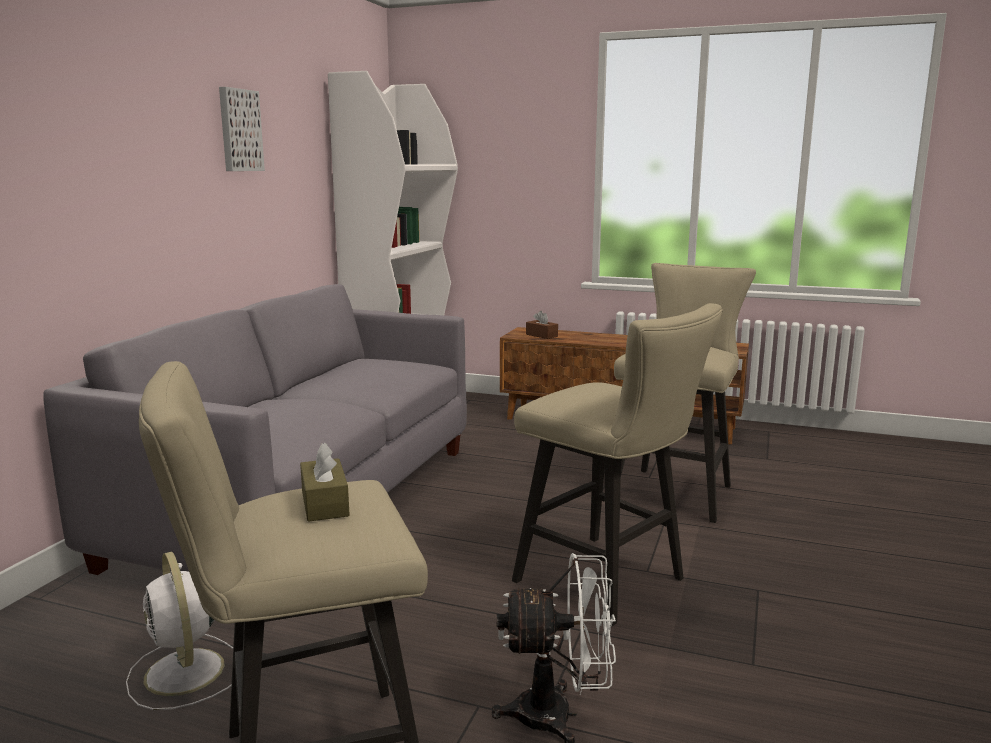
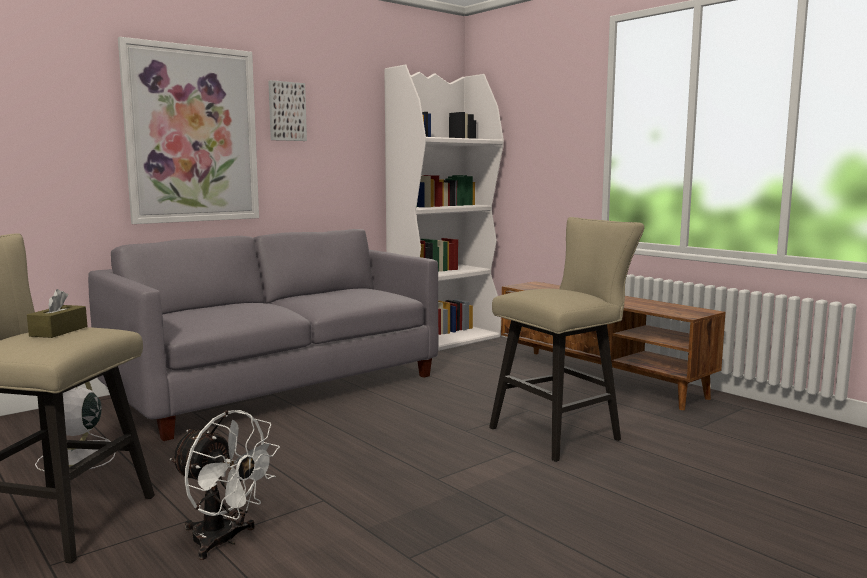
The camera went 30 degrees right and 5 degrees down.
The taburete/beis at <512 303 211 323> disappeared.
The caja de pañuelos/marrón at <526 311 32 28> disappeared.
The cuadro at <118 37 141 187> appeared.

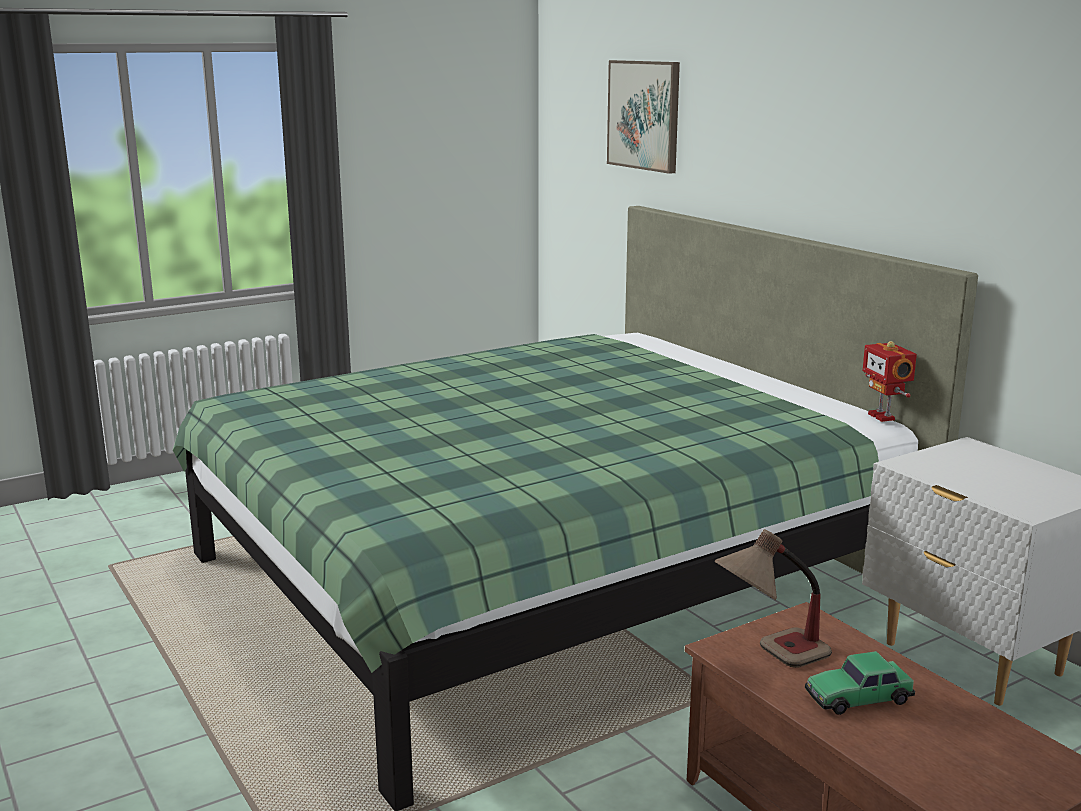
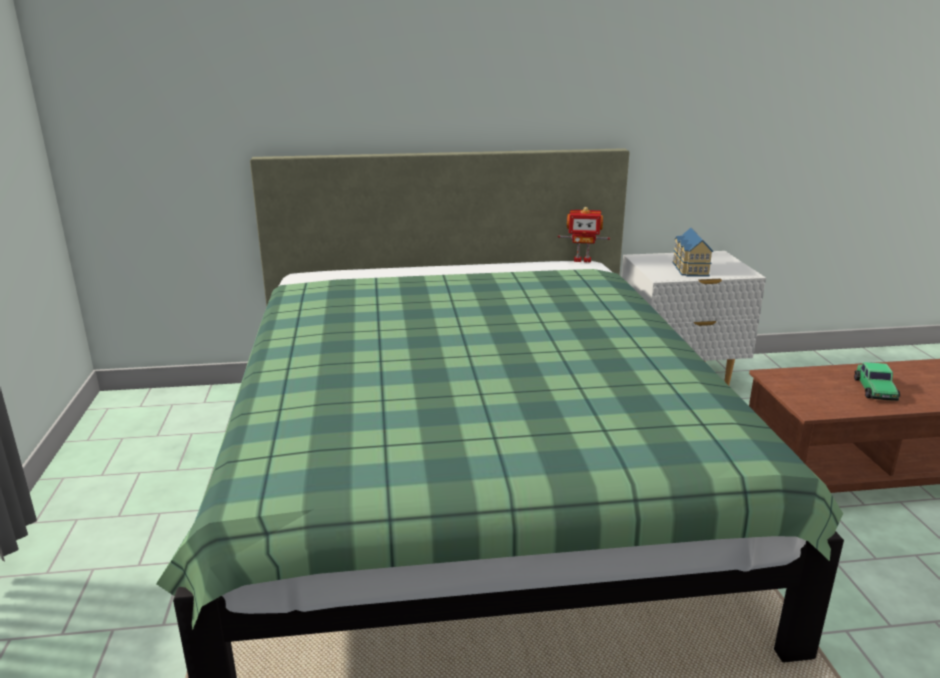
The camera went 65 degrees left and 5 degrees up.
The cuadro at <607 60 73 114> disappeared.
The lámpara de mesa at <714 529 118 139> disappeared.
The casita at <672 228 41 49> appeared.

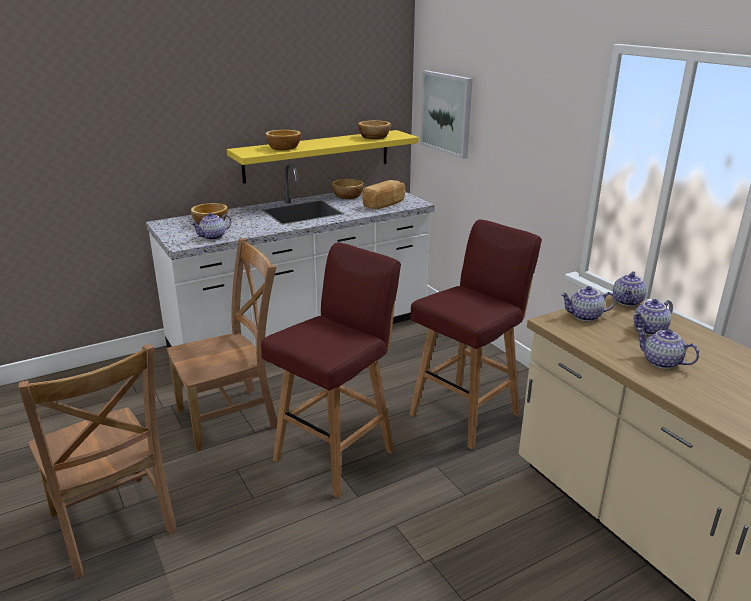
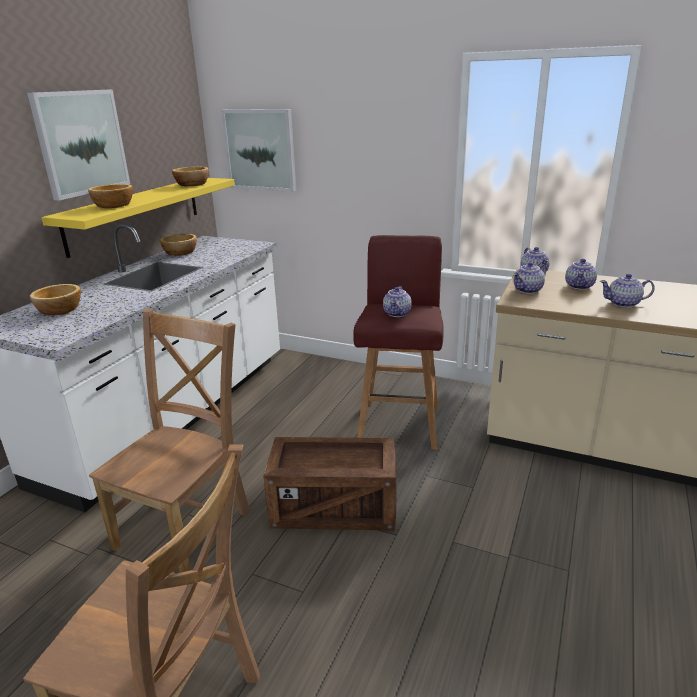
The camera went 35 degrees left and 0 degrees up.
The pan at <362 180 43 29> disappeared.
The tetera moved from <191 213 40 27> to <383 286 29 31>.
The taburete/rojo at <261 242 140 256> was replaced by the caja de embalaje at <264 437 133 94>.
The cuadro at <27 89 103 112> appeared.

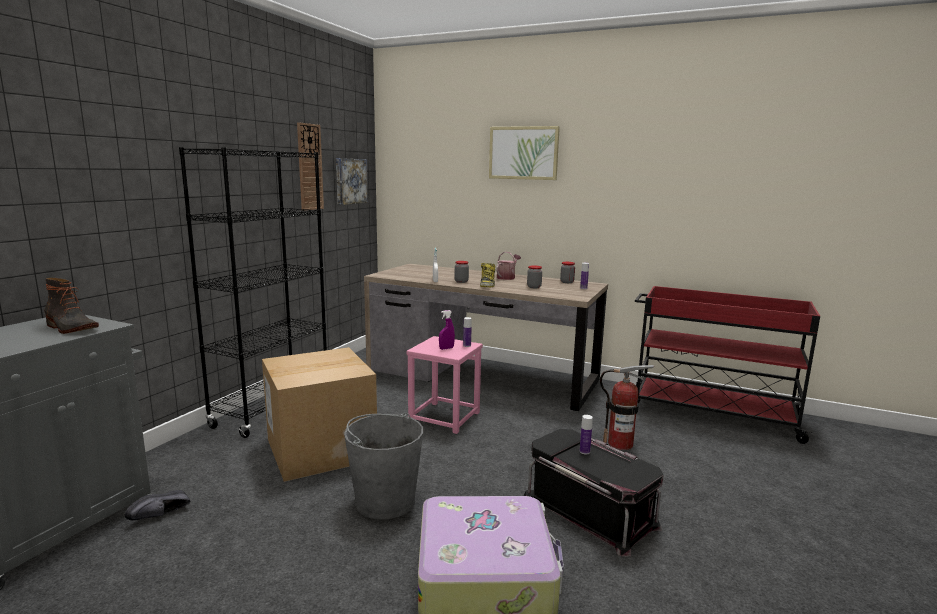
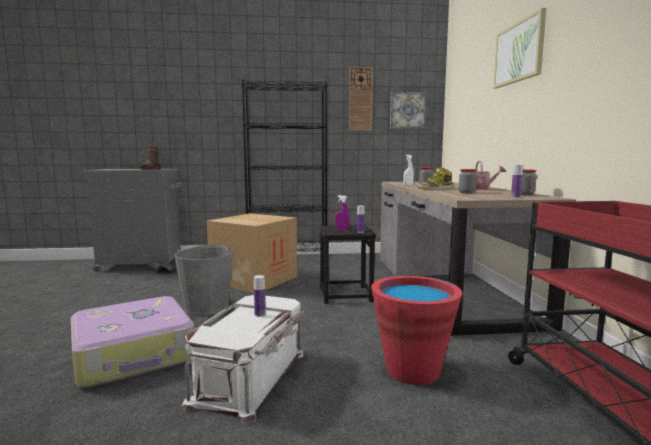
The camera went 60 degrees right and 5 degrees down.
The taburete/rosa at <406 336 77 98> became the taburete/negro at <319 225 57 79>.
The extintor at <600 365 54 85> was replaced by the cubo/rojo at <371 276 91 109>.
The caja de almacenaje/negro at <524 429 140 128> became the caja de almacenaje/blanco at <182 295 123 129>.

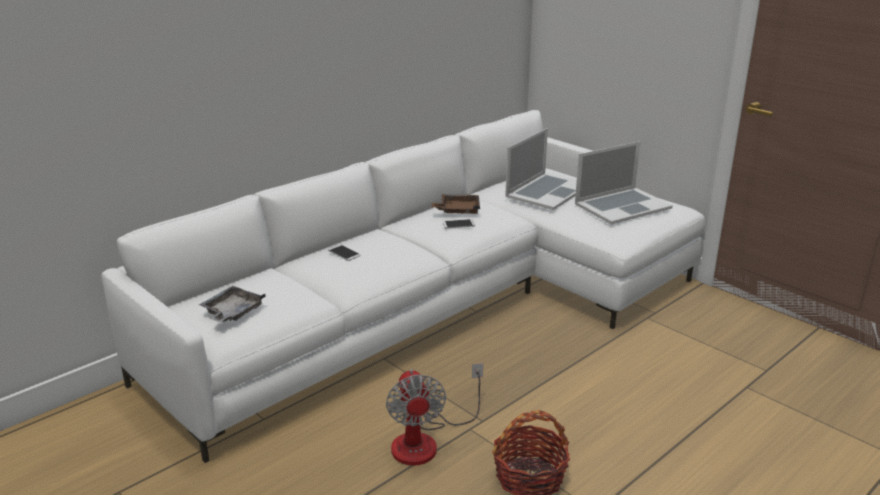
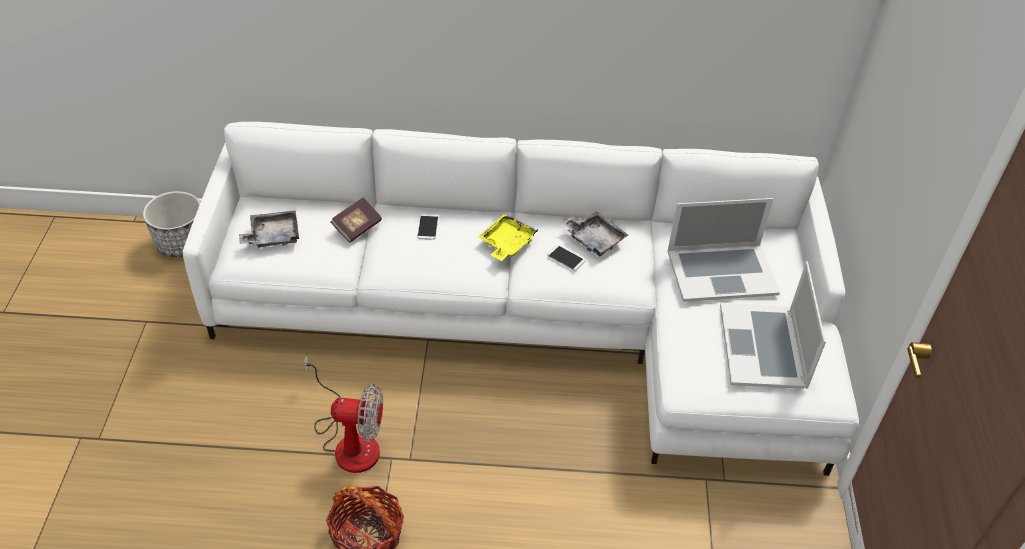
The camera went 45 degrees right and 20 degrees up.
The portátil at <575 141 98 83> turned 75 degrees clockwise.
The bandeja/marrón at <432 194 48 20> became the bandeja/gris at <561 211 67 46>.
The ventilador at <386 363 97 103> turned 120 degrees counterclockwise.
The maceta at <143 191 57 66> appeared.
The libro at <330 197 52 46> appeared.
The bandeja/amarillo at <478 213 60 48> appeared.

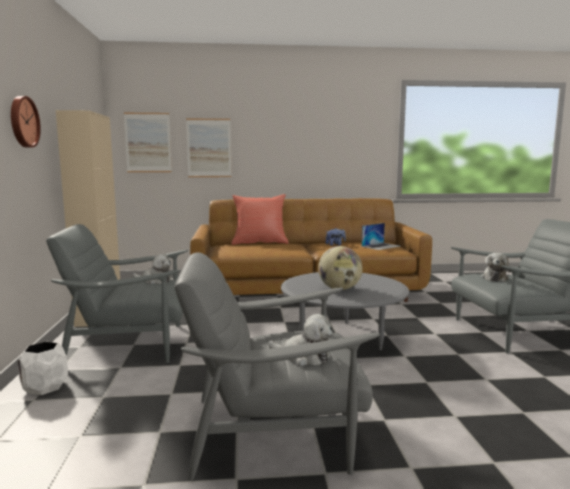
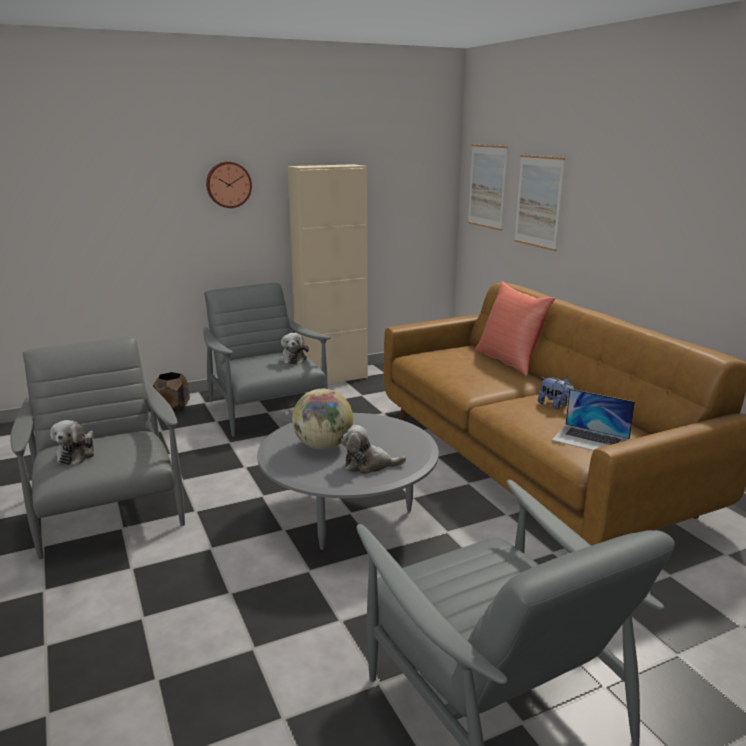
The camera went 70 degrees right and 10 degrees up.
The peluche moved from <481 253 30 29> to <341 425 65 49>.
The maceta/blanco at <18 341 50 54> became the maceta/marrón at <153 372 37 40>.

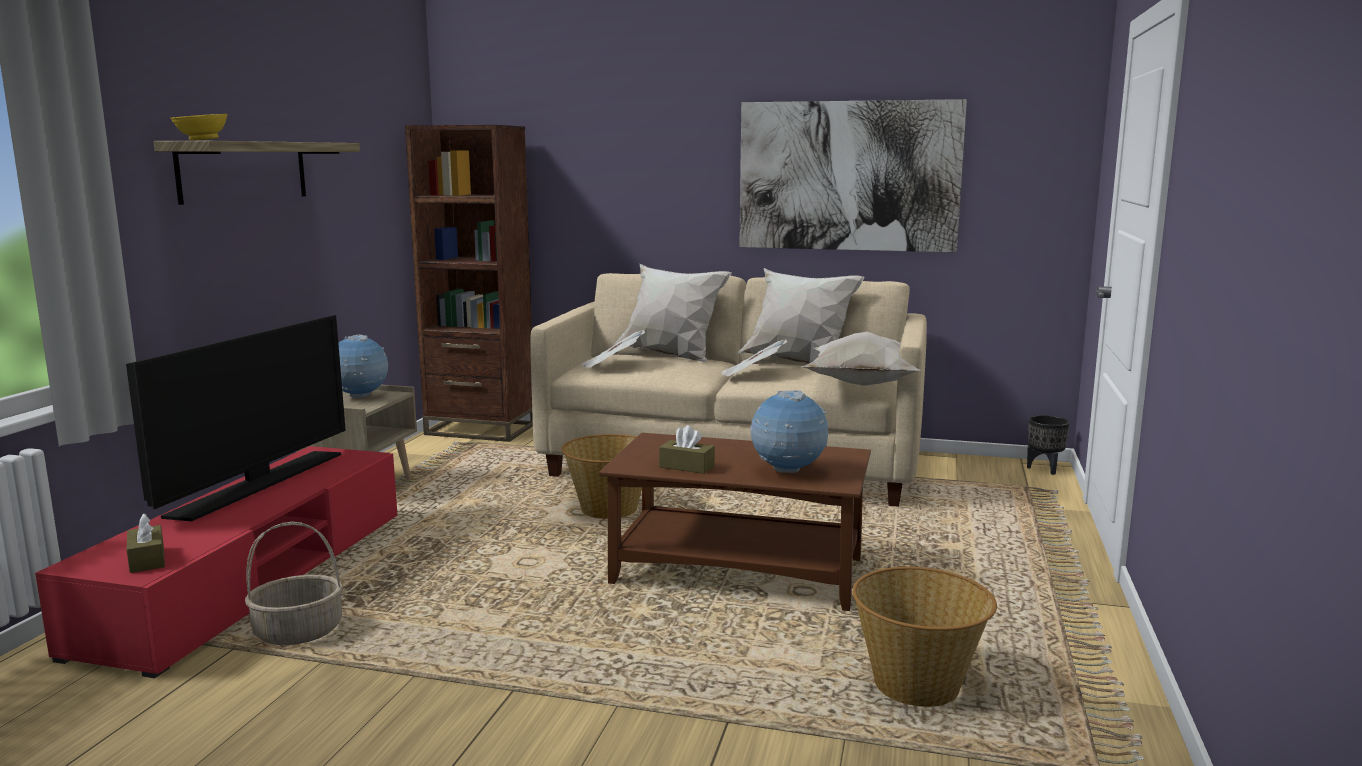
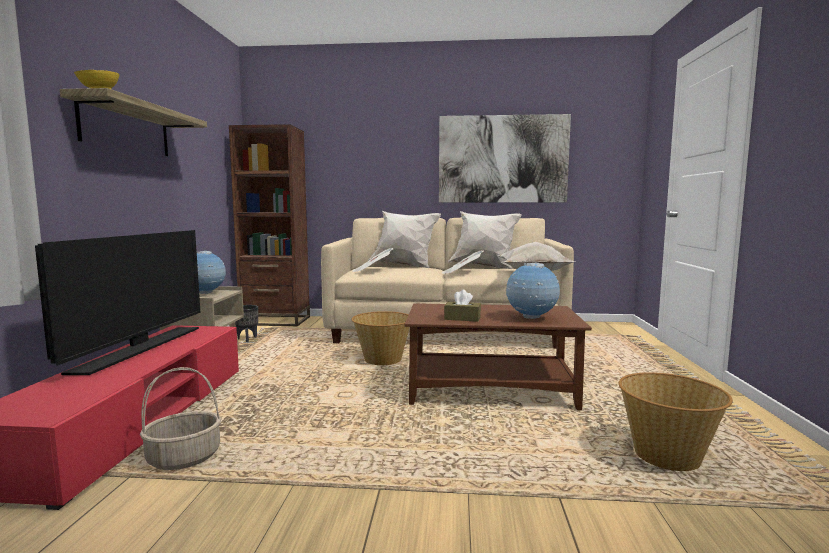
The camera went 10 degrees left and 5 degrees down.
The maceta/negro moved from <1027 415 43 60> to <235 305 23 37>.
The caja de pañuelos/marrón at <127 513 38 60> disappeared.

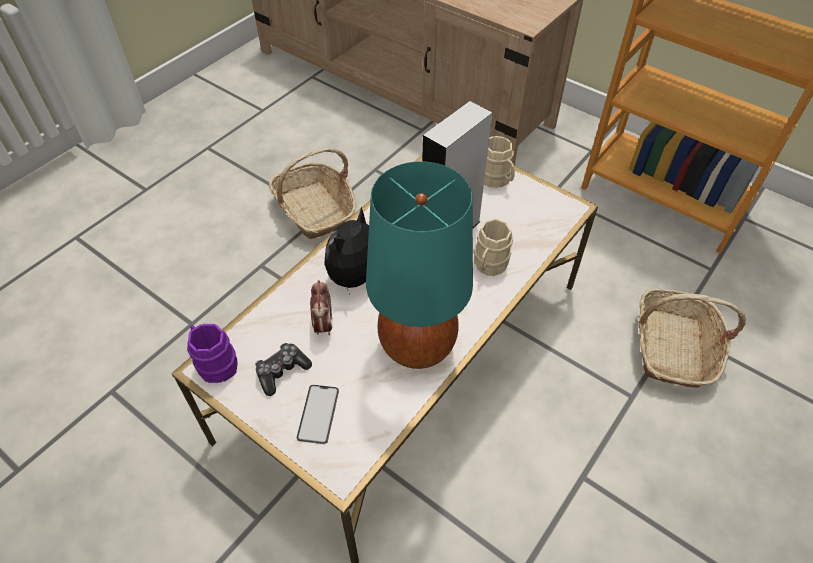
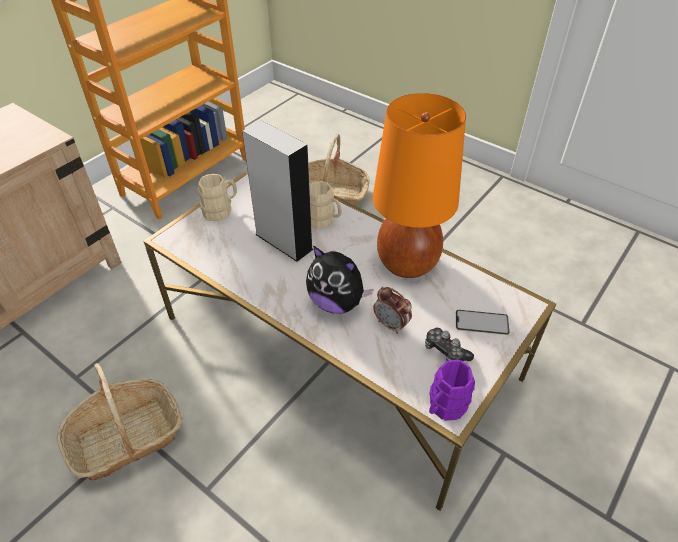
The camera went 90 degrees left and 5 degrees down.
The lámpara de mesa/turquesa at <366 161 107 208> became the lámpara de mesa/naranja at <373 93 93 185>.
The despertador at <310 280 22 55> turned 135 degrees counterclockwise.

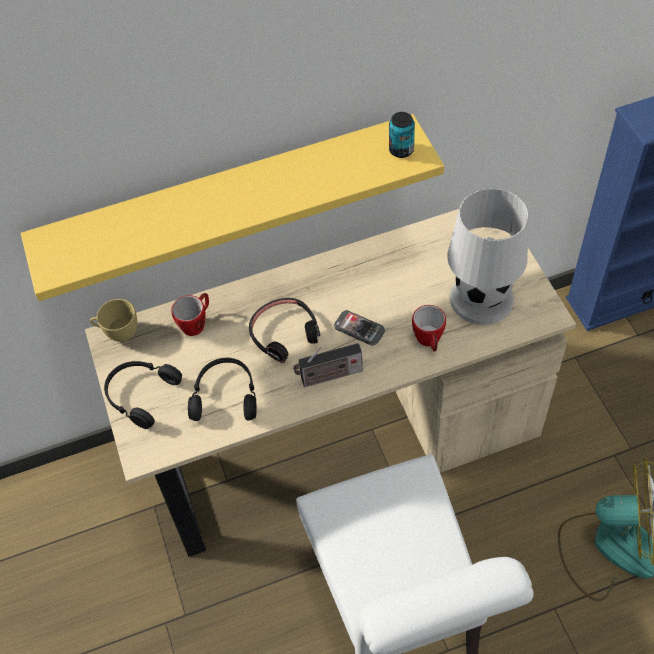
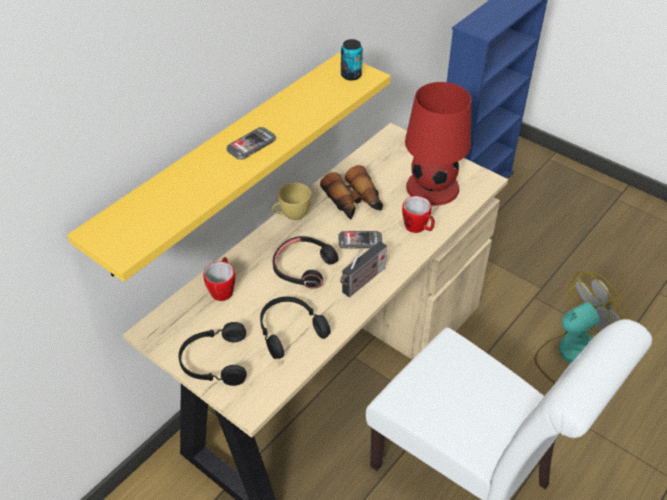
The camera went 35 degrees left and 10 degrees down.
The lámpara de mesa/blanco at <447 188 81 137> became the lámpara de mesa/rojo at <405 82 67 124>.
The taza/amarillo moved from <90 299 47 43> to <272 183 39 37>.
The móvil at <226 127 50 33> appeared.
The prismáticos at <320 165 63 55> appeared.

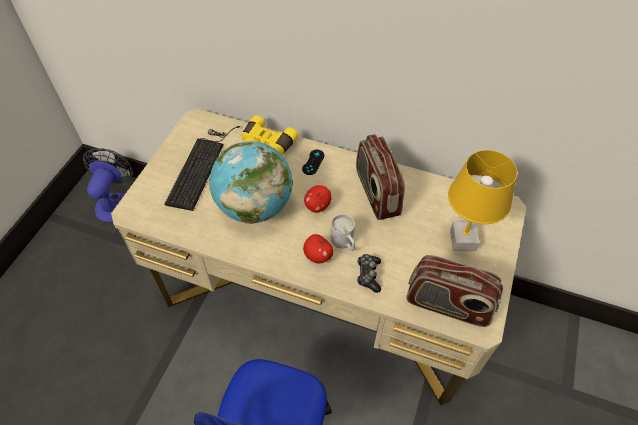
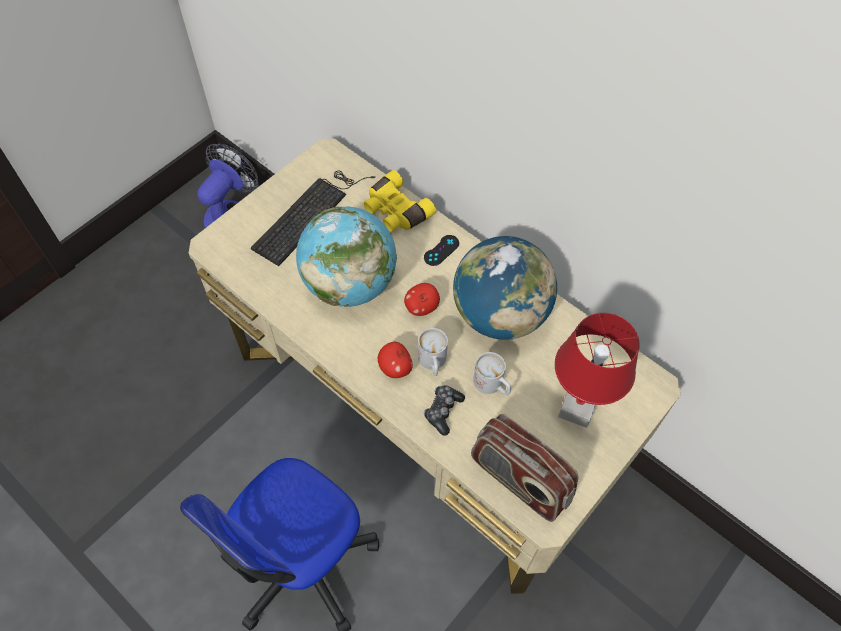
The camera went 20 degrees right and 5 degrees up.
The radio at <356 134 49 86> was replaced by the globo terráqueo at <453 236 104 104>.
The lámpara de mesa/amarillo at <448 150 69 101> became the lámpara de mesa/rojo at <555 313 85 115>.
The taza grande/blanco at <473 352 38 43> appeared.

